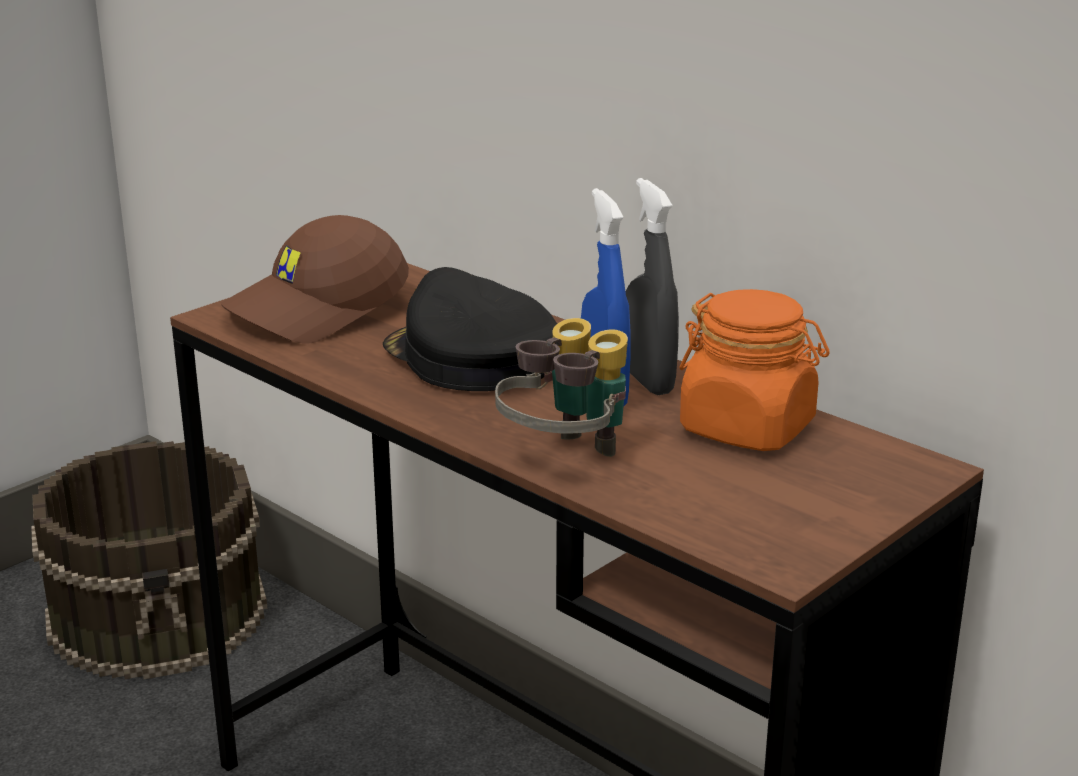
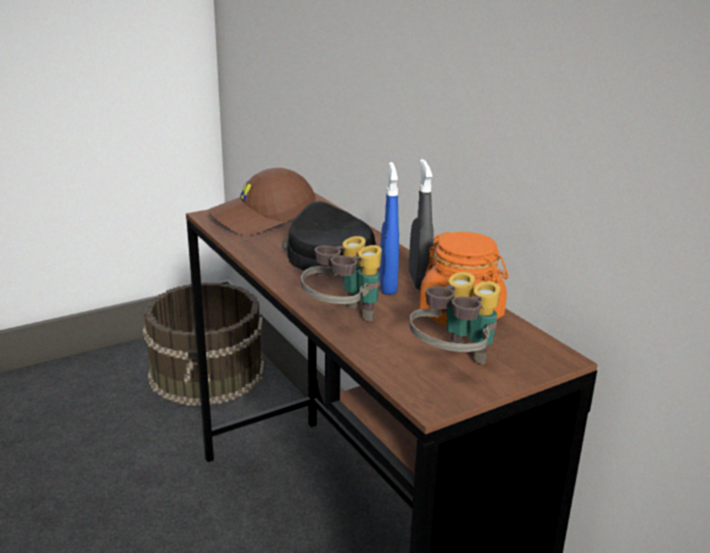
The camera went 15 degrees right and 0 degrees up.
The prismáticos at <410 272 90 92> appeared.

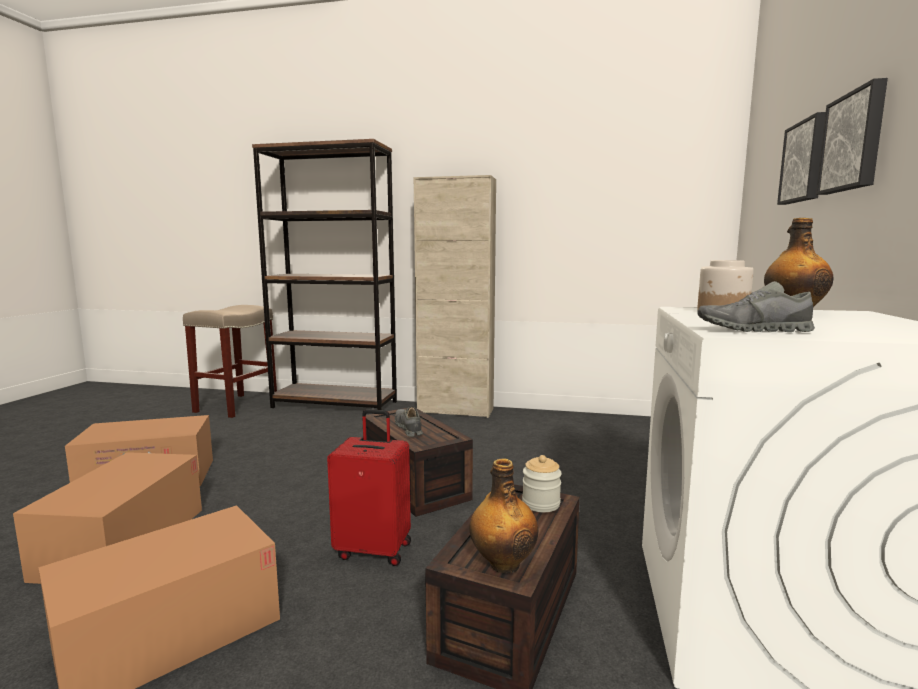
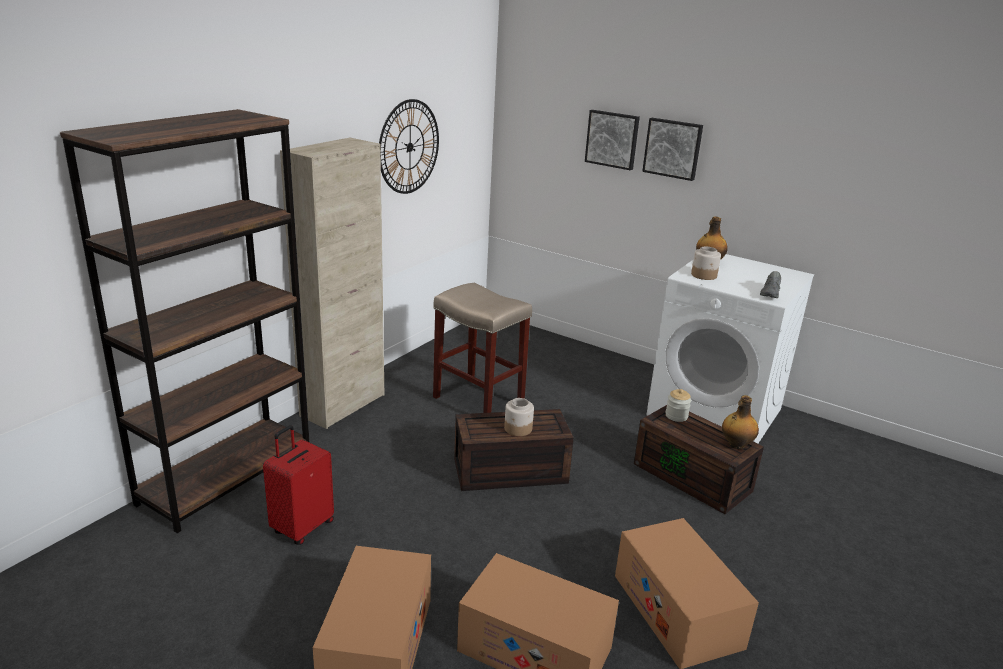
The camera went 70 degrees left and 15 degrees up.
The taburete/beis moved from <183 305 94 113> to <433 283 99 130>.
The zapato/gris at <395 406 28 31> was replaced by the tarro at <504 398 30 38>.
The maleta/rojo moved from <327 409 84 157> to <263 425 71 120>.
The reloj de pared at <379 99 60 95> appeared.

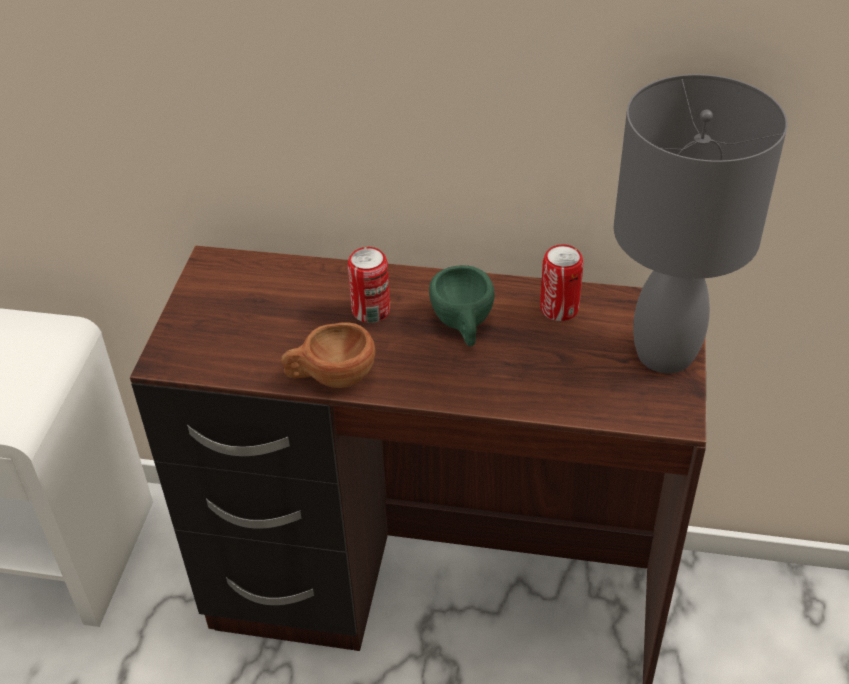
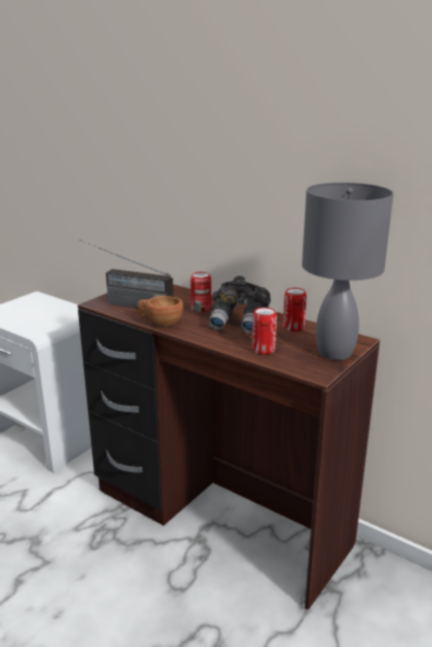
The camera went 25 degrees right and 20 degrees down.
The taza/verde at <429 265 66 82> was replaced by the prismáticos/gris at <209 276 62 58>.
The radio at <79 240 94 69> appeared.
The lata at <252 307 25 48> appeared.

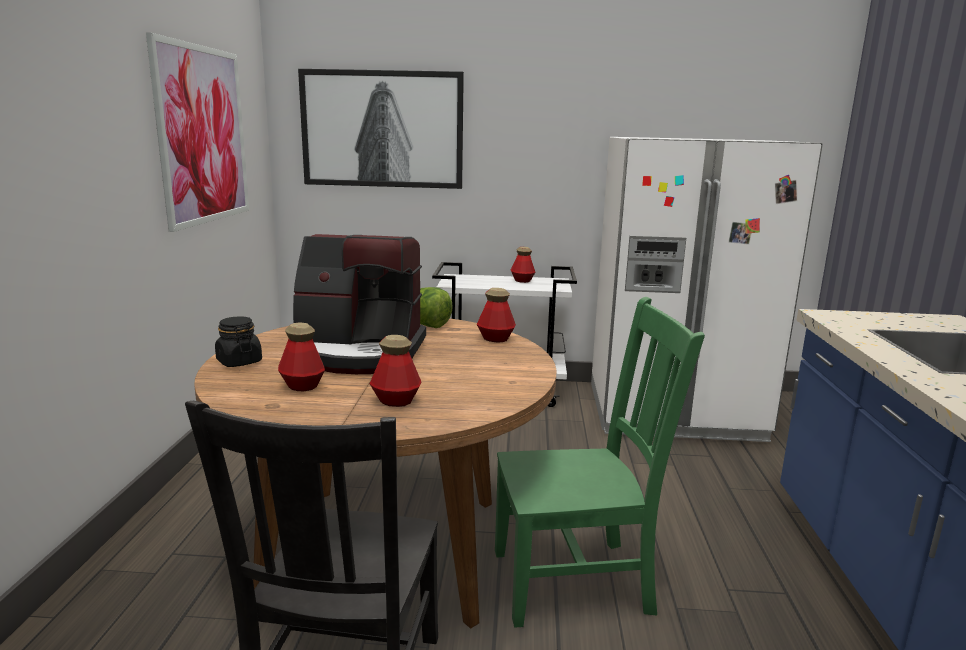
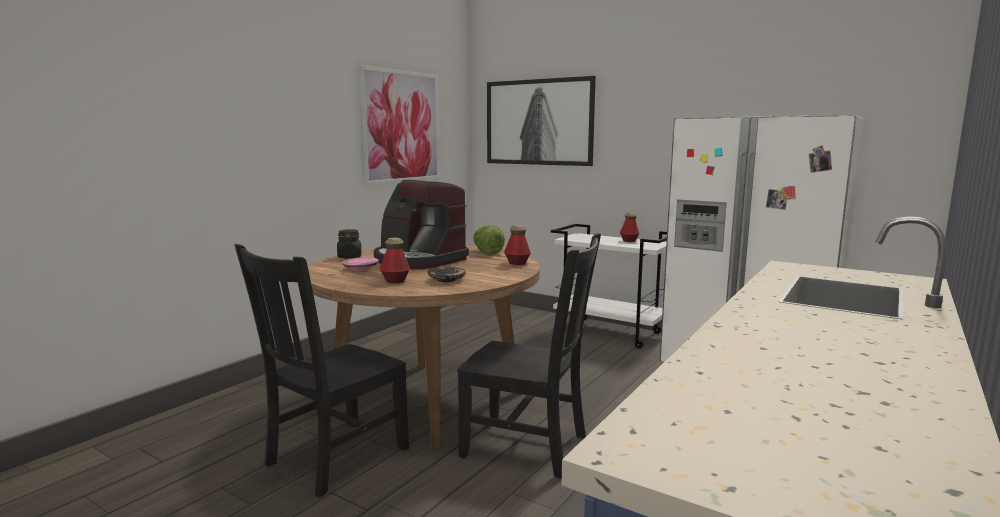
The camera went 30 degrees right and 5 degrees down.
The silla/verde at <495 297 210 331> became the silla/negro at <457 233 144 246>.
The botella at <278 323 47 68> was replaced by the plato/rosa at <342 257 37 14>.
The plato/negro at <427 267 39 15> appeared.

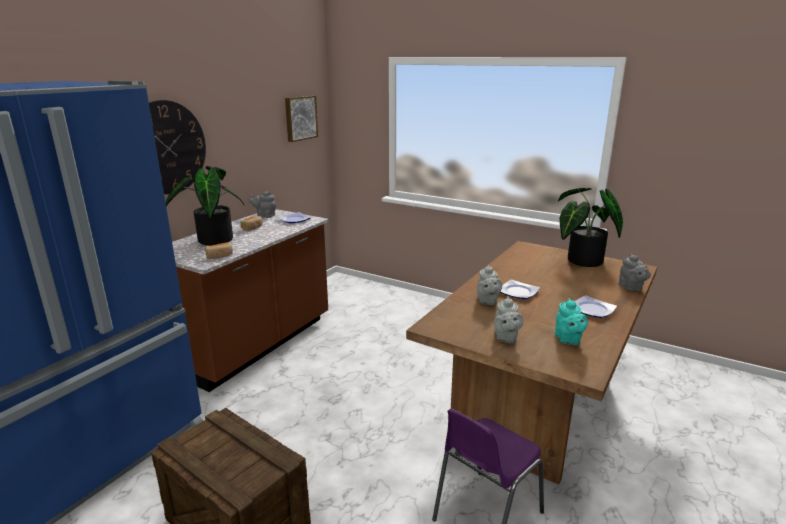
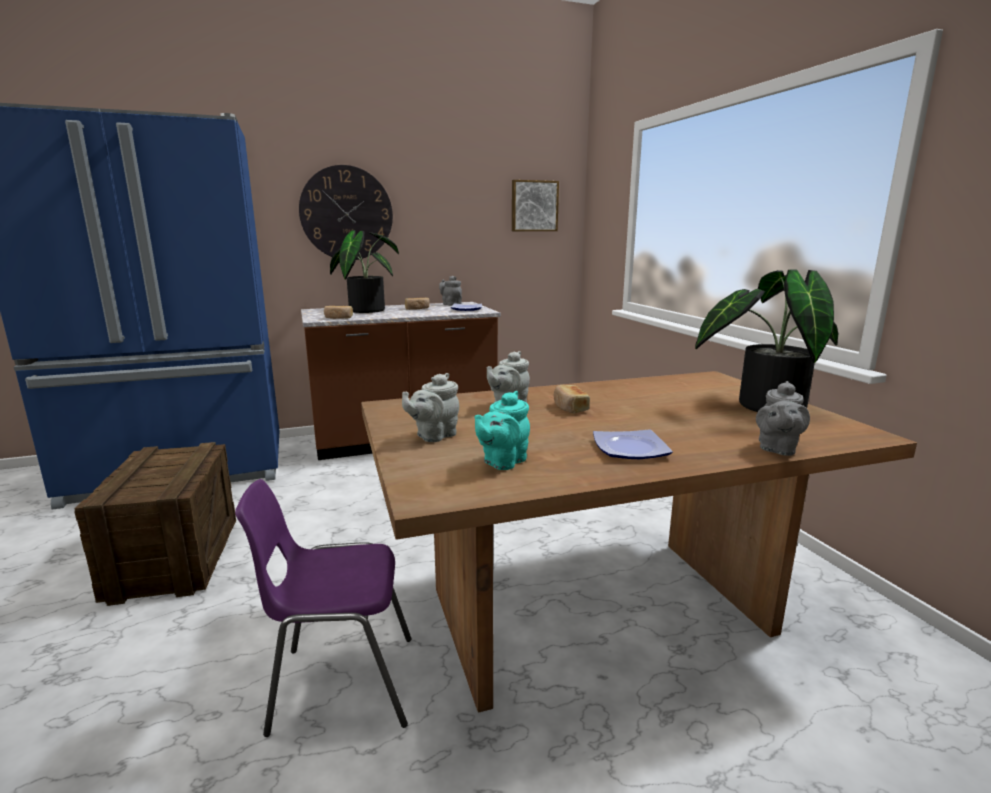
The camera went 40 degrees right and 5 degrees down.
The plato at <500 279 40 20> was replaced by the pan at <554 385 36 29>.

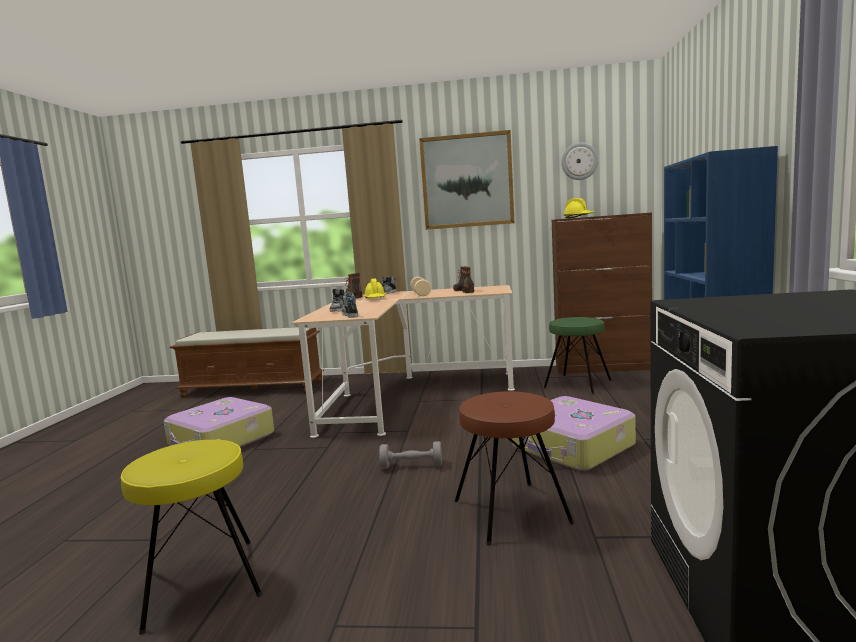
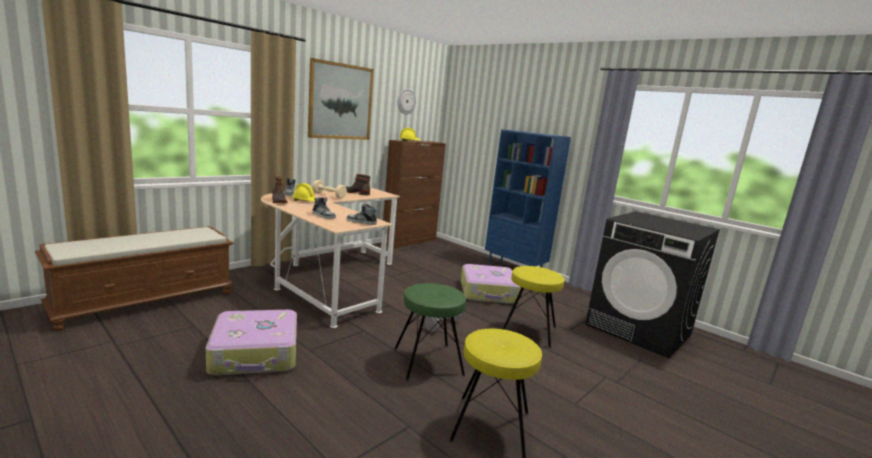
The camera went 55 degrees left and 5 degrees up.
The taburete/verde moved from <544 317 68 78> to <394 283 72 98>.
The taburete/marrón at <454 391 120 154> became the taburete/amarillo at <503 266 61 82>.

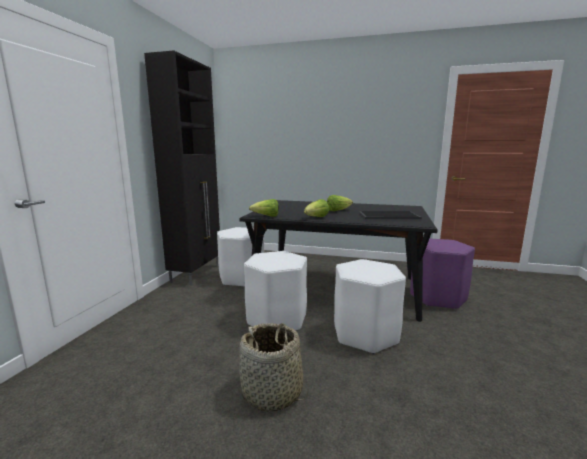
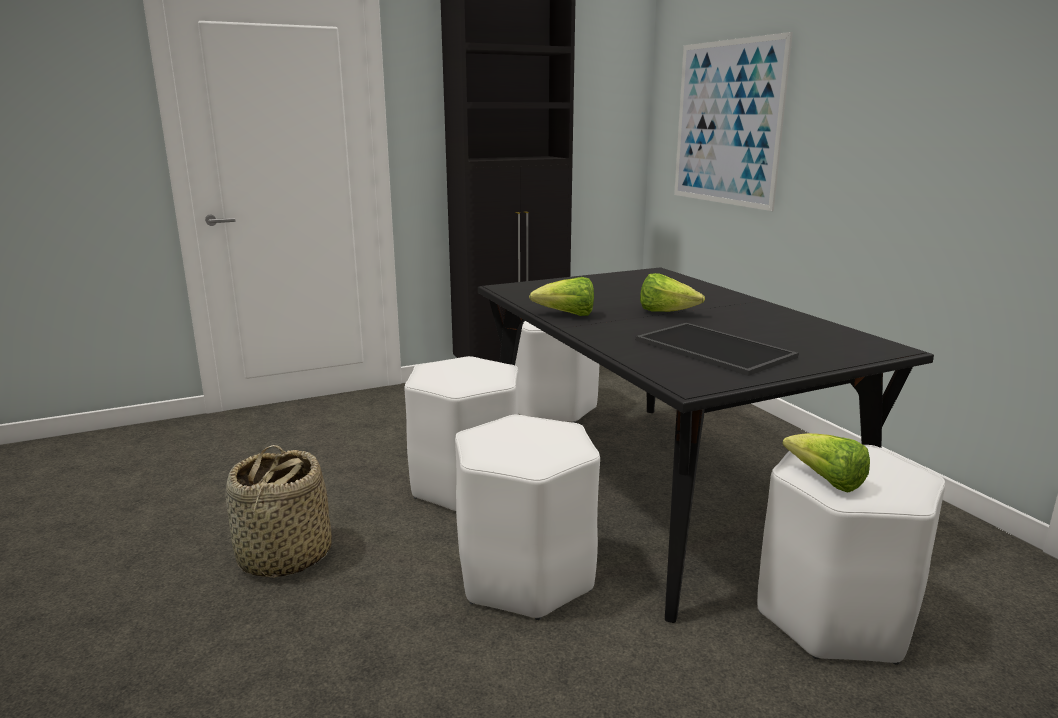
The camera went 50 degrees right and 5 degrees up.
The lechuga moved from <249 199 30 18> to <783 433 87 60>.
The taburete/morado at <410 238 65 72> became the taburete/blanco at <757 445 188 220>.
The cuadro at <674 32 119 179> appeared.

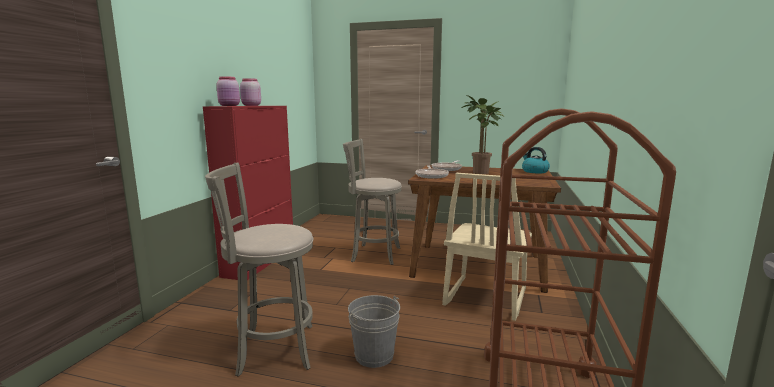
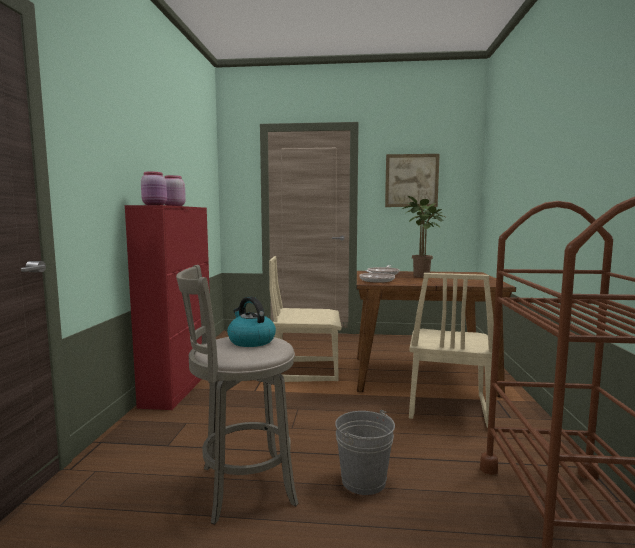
The camera went 10 degrees left and 5 degrees down.
The taburete/gris at <343 139 59 126> was replaced by the silla/beis at <269 256 73 126>.
The hervidor moved from <522 147 28 26> to <227 297 49 50>.
The cuadro at <385 154 55 53> appeared.

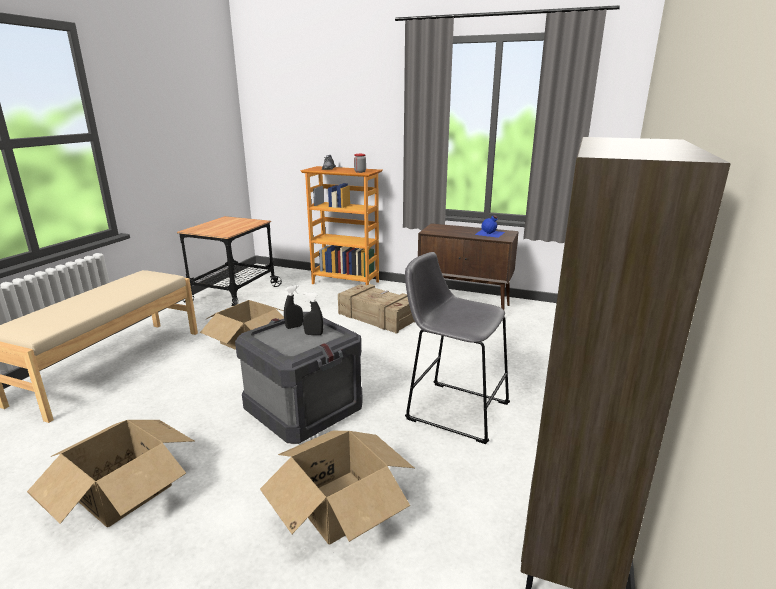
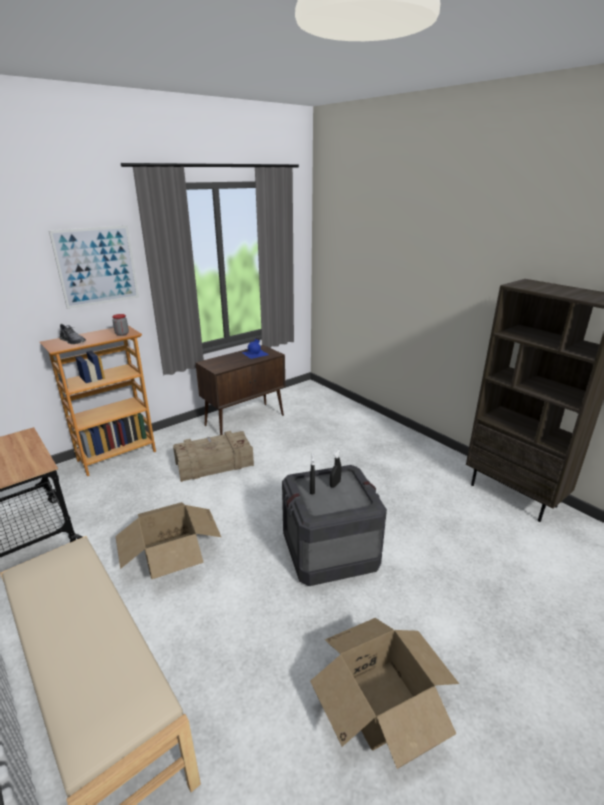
The camera went 60 degrees left and 5 degrees up.
The taburete/gris at <405 252 105 192> disappeared.
The caja de cartón at <260 431 154 113> disappeared.
The cuadro at <49 225 90 84> appeared.

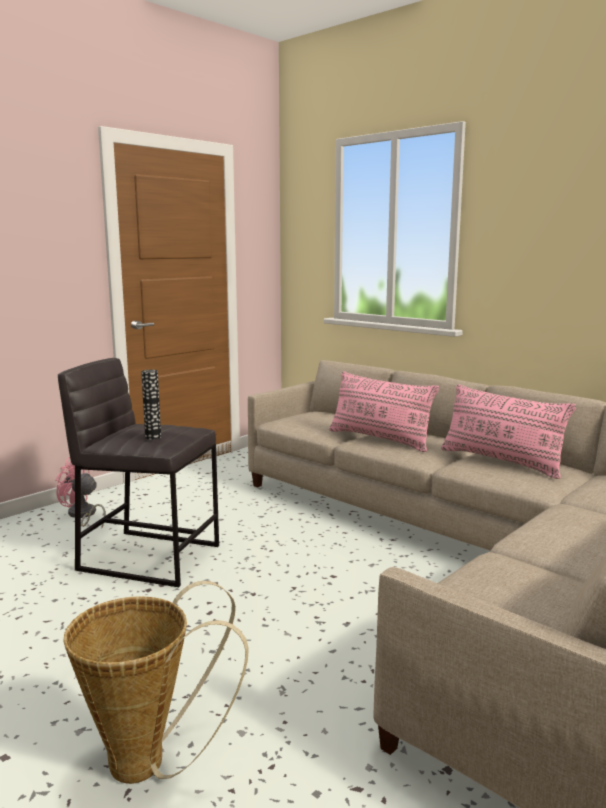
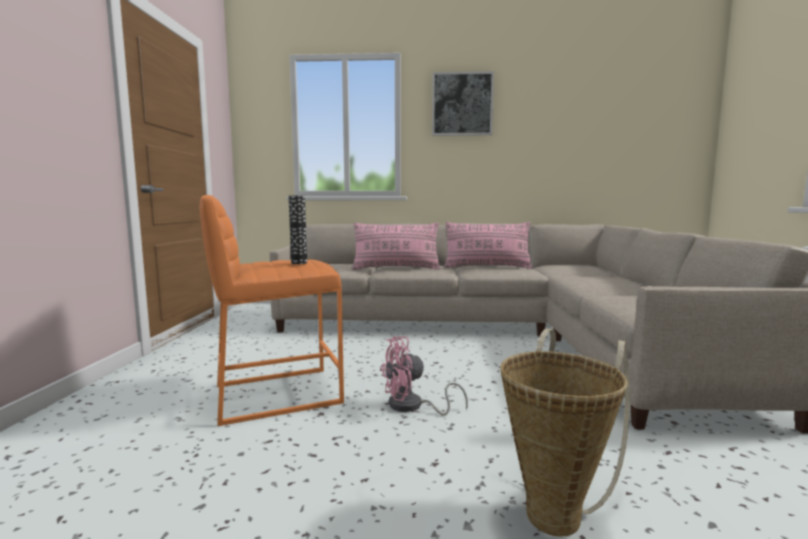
The camera went 40 degrees left and 5 degrees down.
The taburete/gris at <58 358 161 229> became the taburete/naranja at <200 195 144 231>.
The ventilador/rosa moved from <55 457 51 71> to <380 336 88 80>.
The cuadro at <432 71 62 65> appeared.

